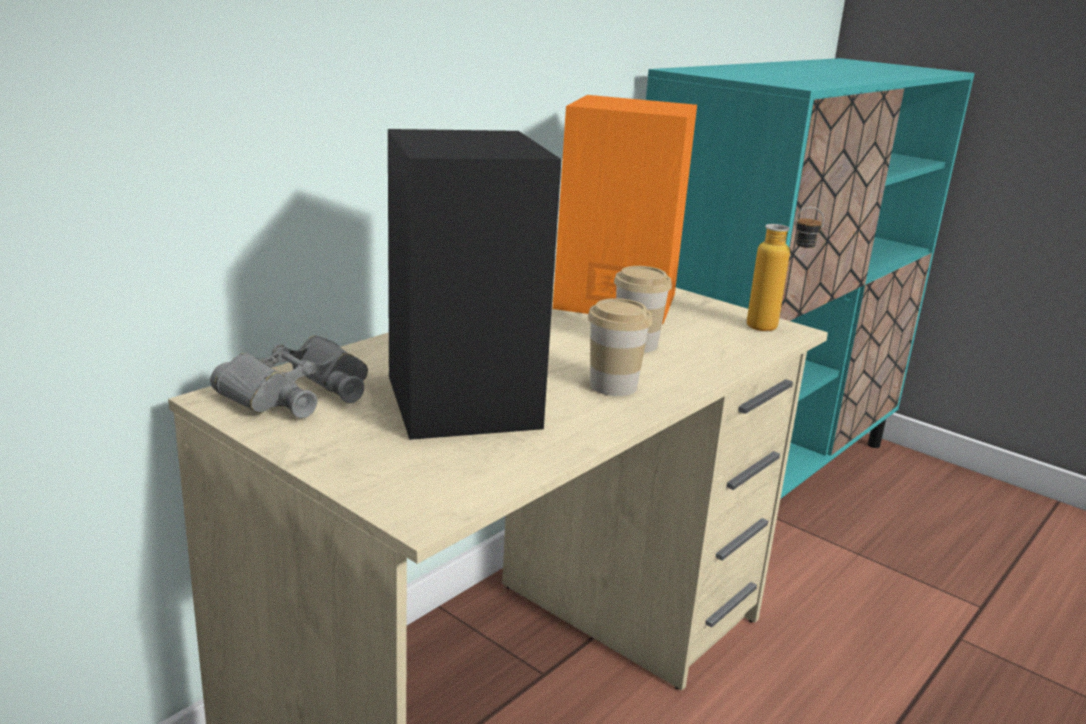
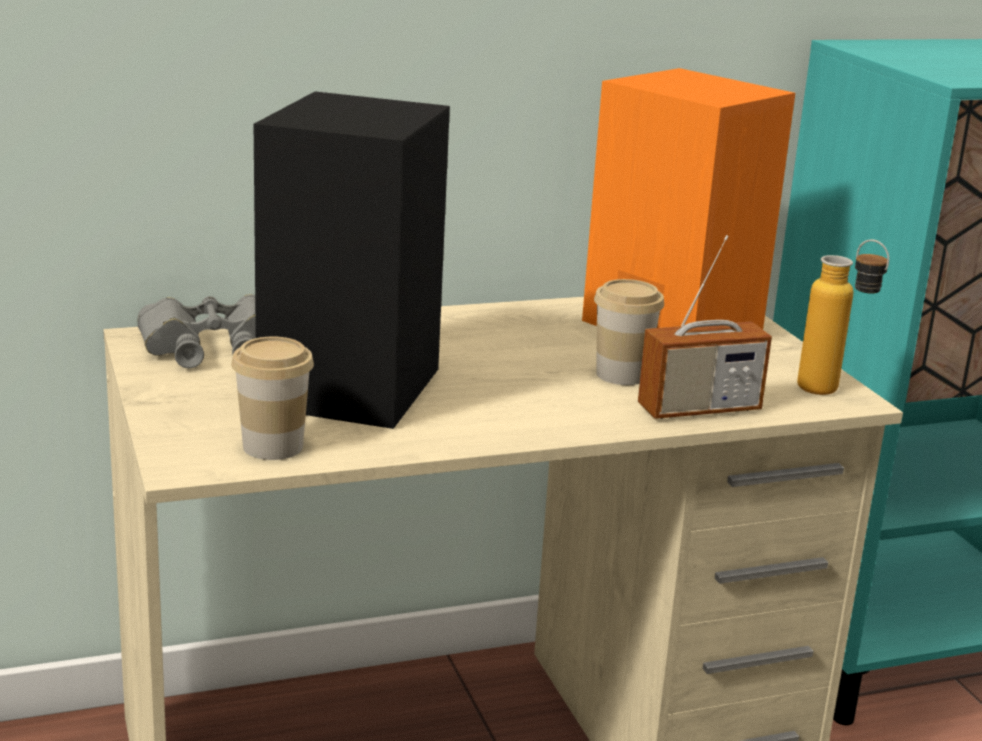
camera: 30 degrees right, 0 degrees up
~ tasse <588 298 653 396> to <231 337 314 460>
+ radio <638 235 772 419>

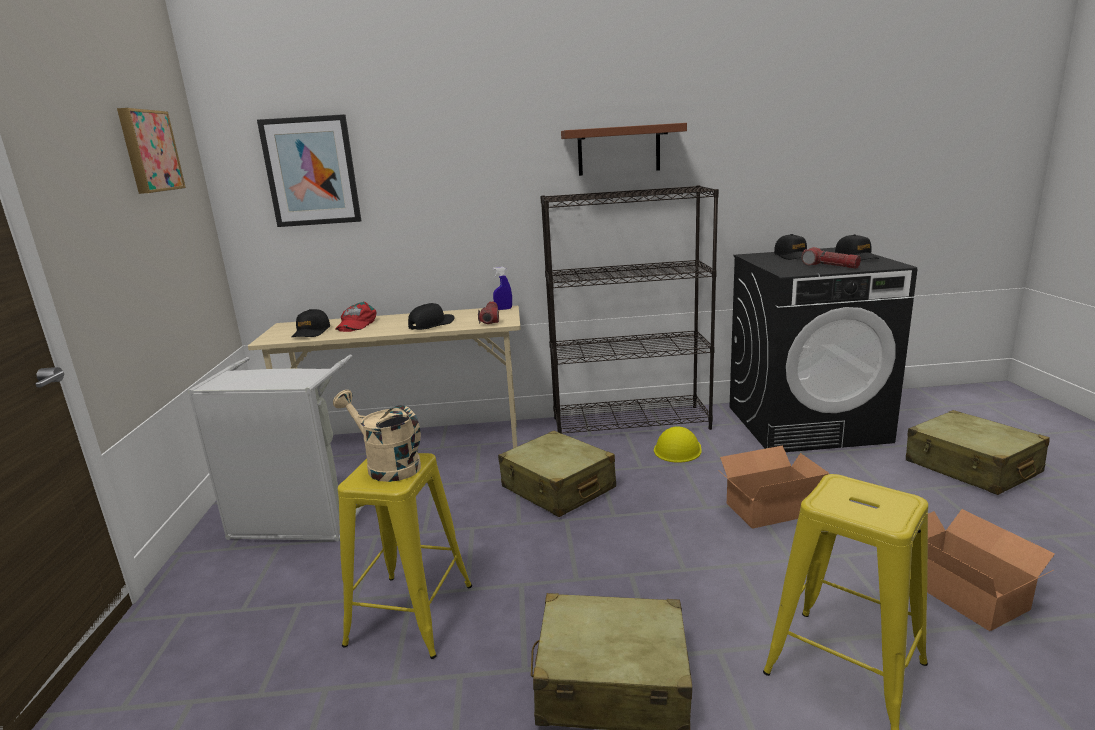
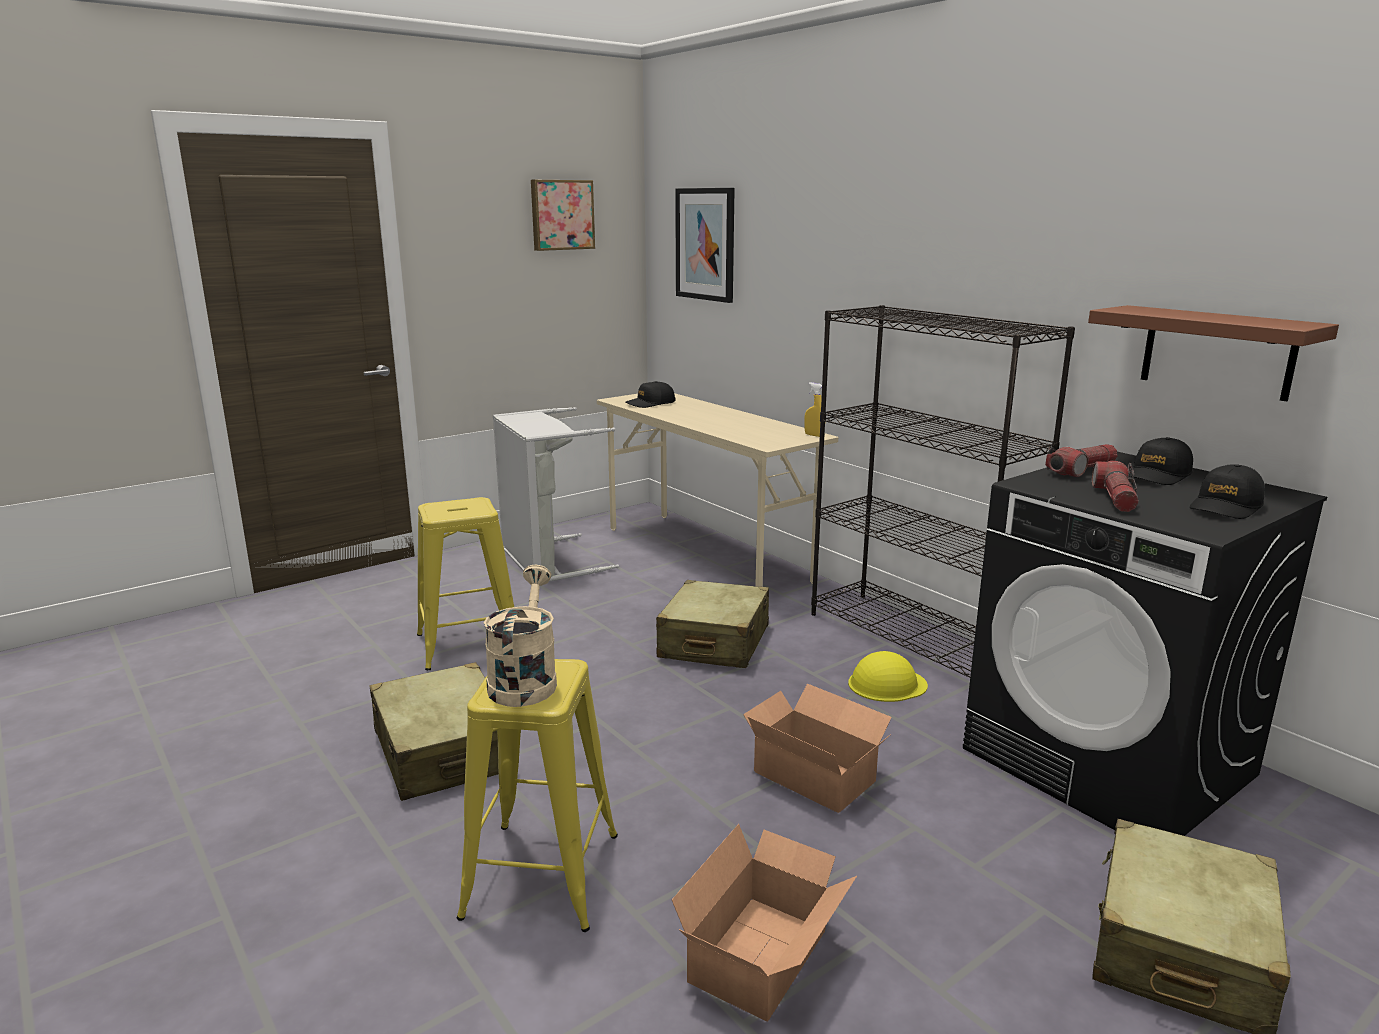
camera: 55 degrees right, 0 degrees up
~ arrosoir (beige) <333 390 421 482> to <484 565 557 707>
- casquette (rouge) <335 302 377 332>
- casquette (noir) <408 303 454 330>
~ lampe de poche <478 301 499 324> to <1045 444 1118 477>
~ vaporisateur (bleu) <493 267 512 310> to vaporisateur (jaune) <804 382 822 437>
~ étagère (marron) <561 123 687 176> to <1088 305 1339 401>

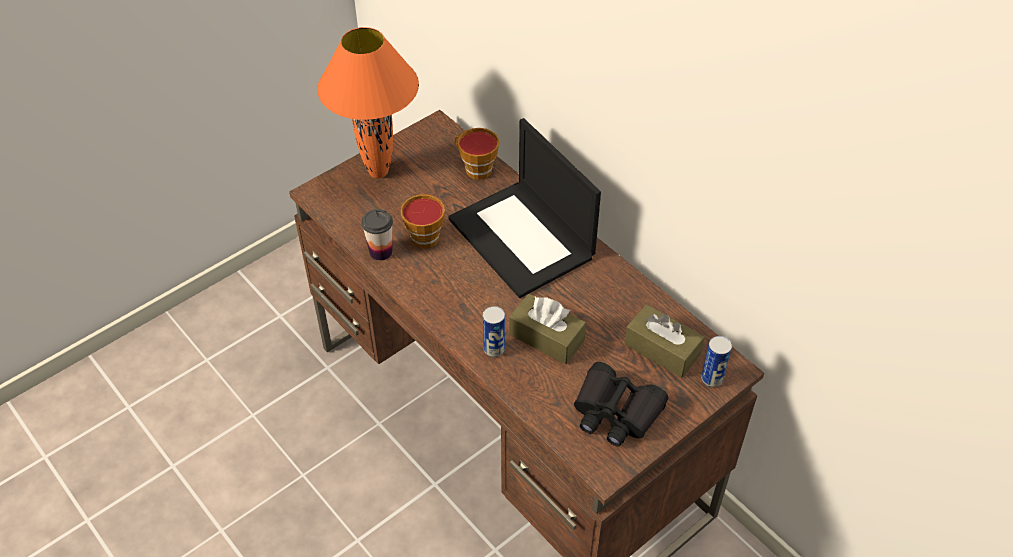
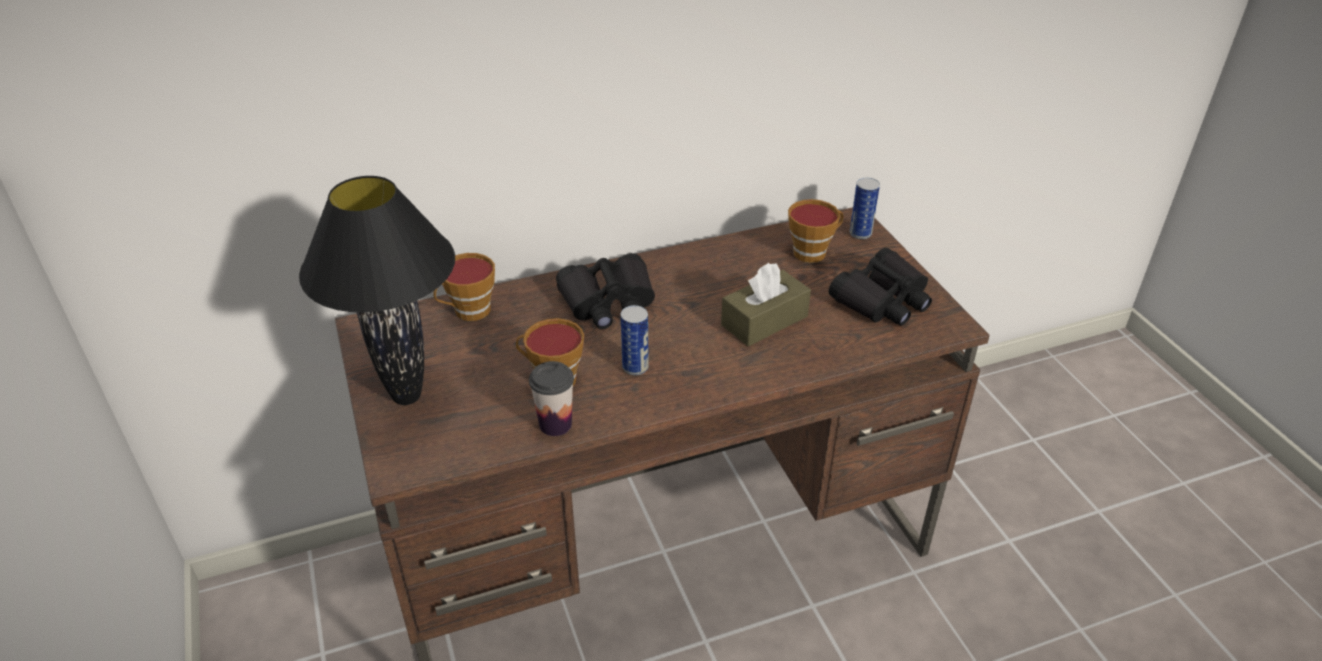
camera: 70 degrees left, 10 degrees down
~ lampe de table (orange) <317 27 419 178> to lampe de table (noir) <299 176 455 405>
~ ordinateur portable <448 118 601 298> to jumelles (noir) <556 253 655 329>
~ boîte métallique <483 306 505 357> to <621 305 649 375>
~ boîte à mouchoirs (marron) <624 304 705 378> to tasse <788 199 843 263>

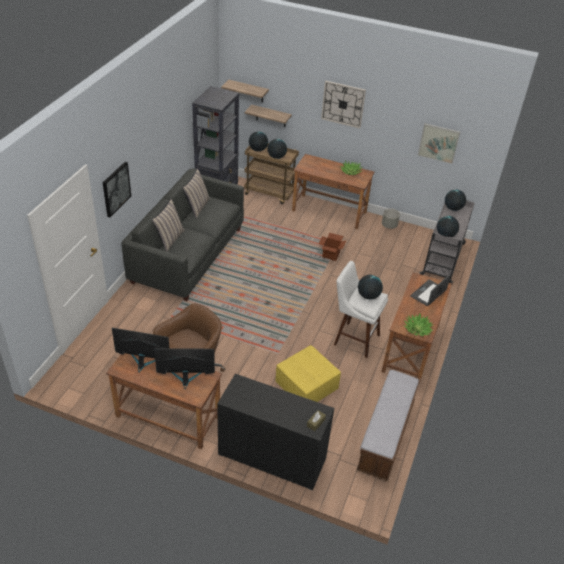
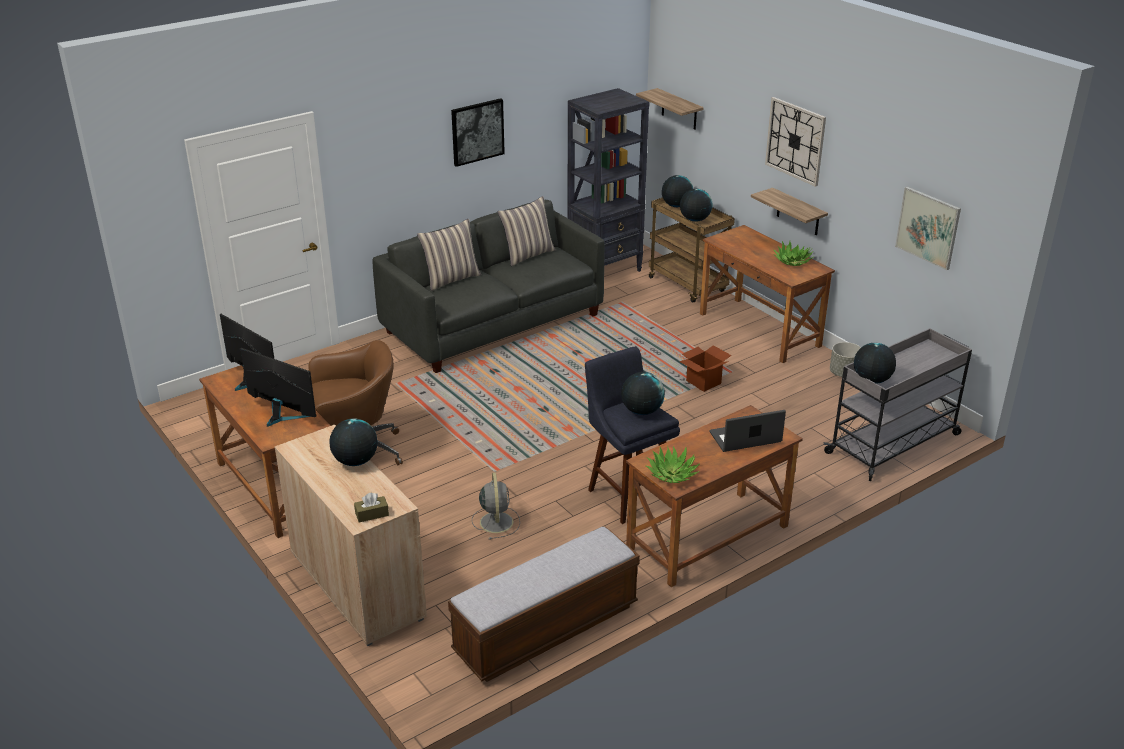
camera: 35 degrees right, 10 degrees down
~ tableau <103 162 131 217> to <451 98 505 167>
~ meuble de rangement (noir) <217 374 334 490> to meuble de rangement (beige) <274 425 427 646>
~ étagère <245 105 292 127> to <751 188 828 235>
~ boîte de rangement (jaune) <275 345 341 402> to ventilateur (gris) <472 472 520 540>
~ tabouret (blanc) <334 261 388 358> to tabouret (bleu) <585 347 680 524>
~ globe <445 190 466 211> to <329 418 378 466>

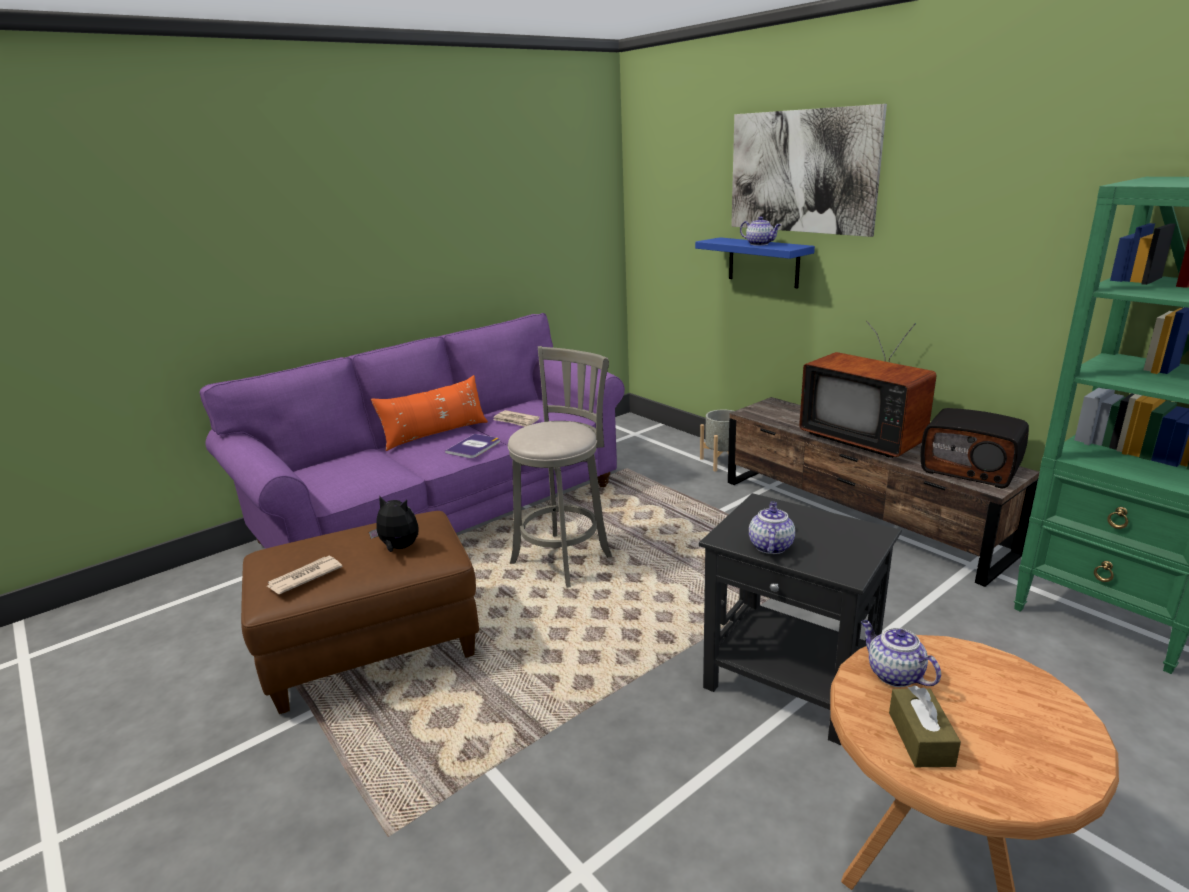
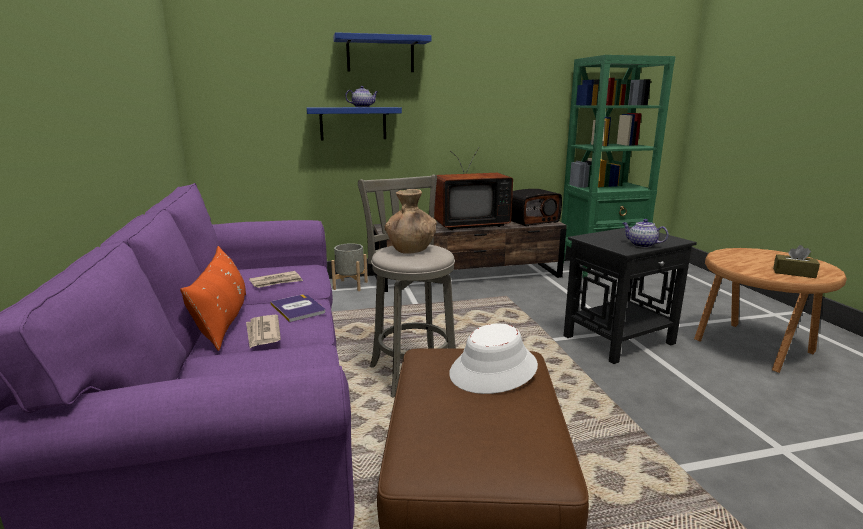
camera: 65 degrees left, 5 degrees down
~ journal <267 556 343 594> to <246 315 281 348>
~ peluche <369 496 419 552> to chapeau (blanc) <449 324 538 394>
~ tableau <731 104 887 237> to étagère (bleu) <333 32 432 72>
- théière <861 620 941 687>
+ vase (marron) <385 189 437 254>

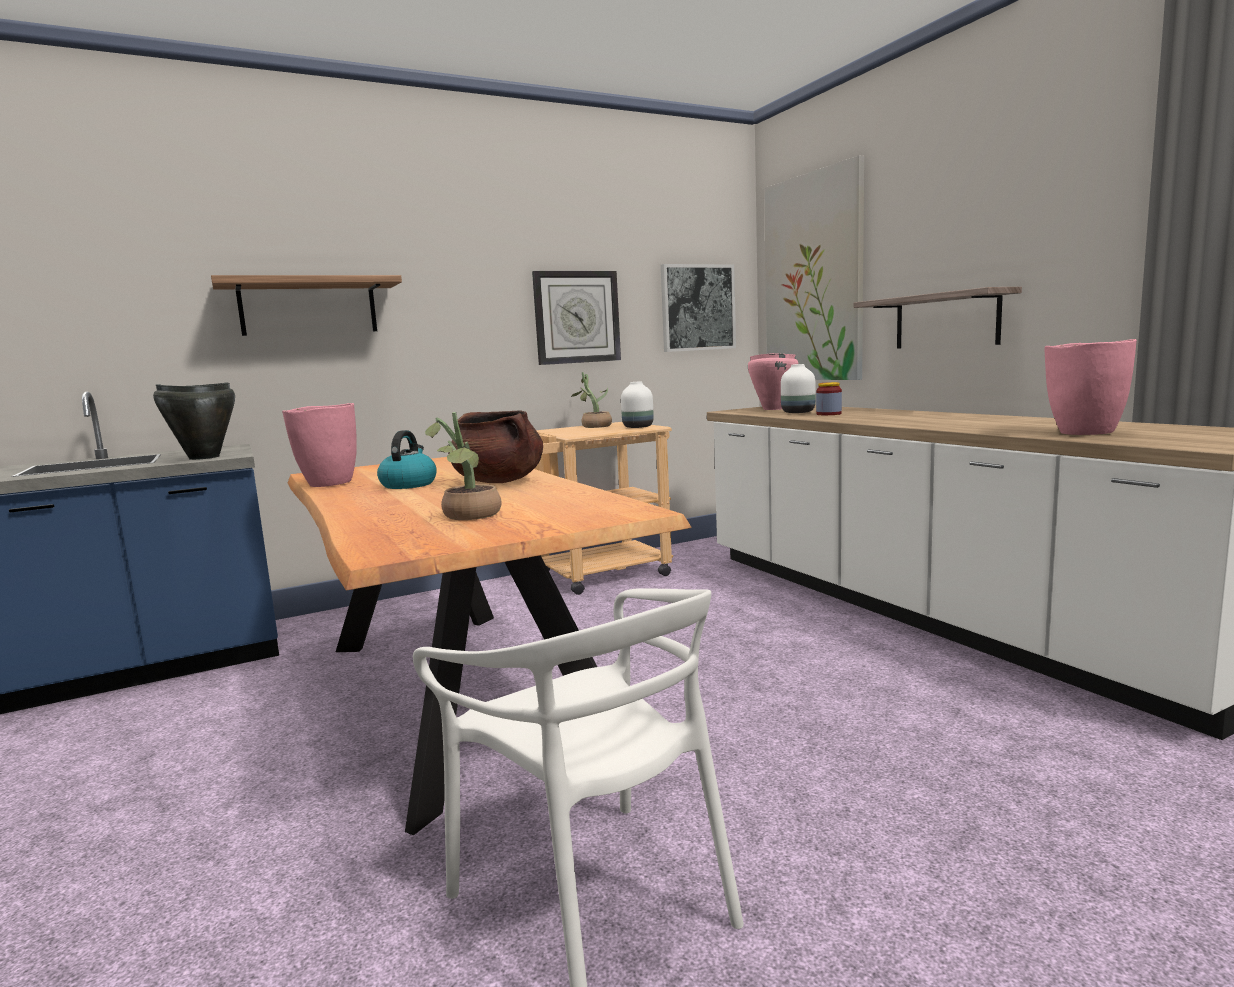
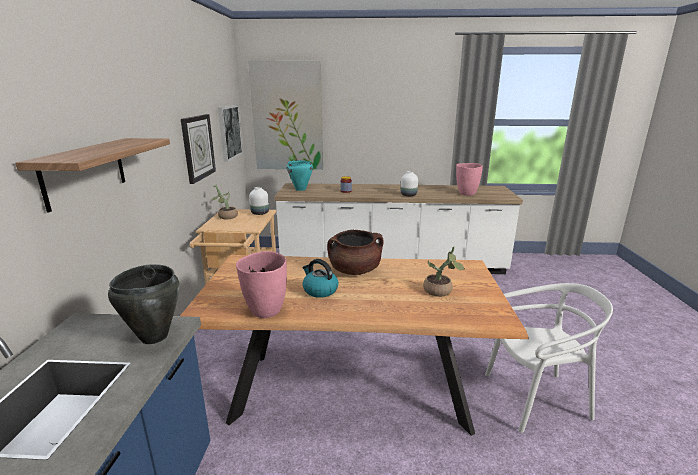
camera: 60 degrees left, 10 degrees up
~ marmite (rose) <748 353 799 410> to marmite (turquoise) <287 160 313 191>
~ vase (blanc) <781 364 816 413> to <401 171 418 196>
- étagère <853 287 1022 349>

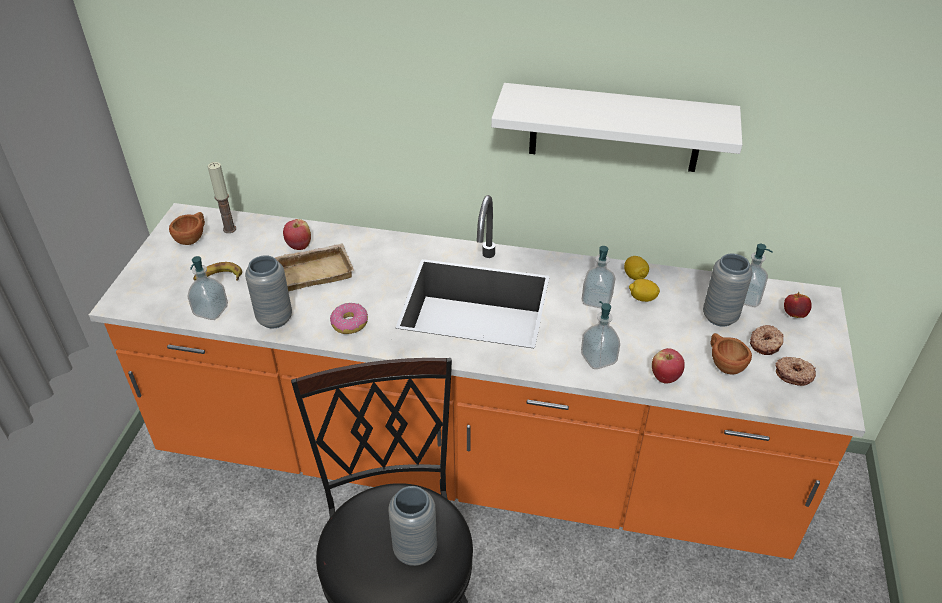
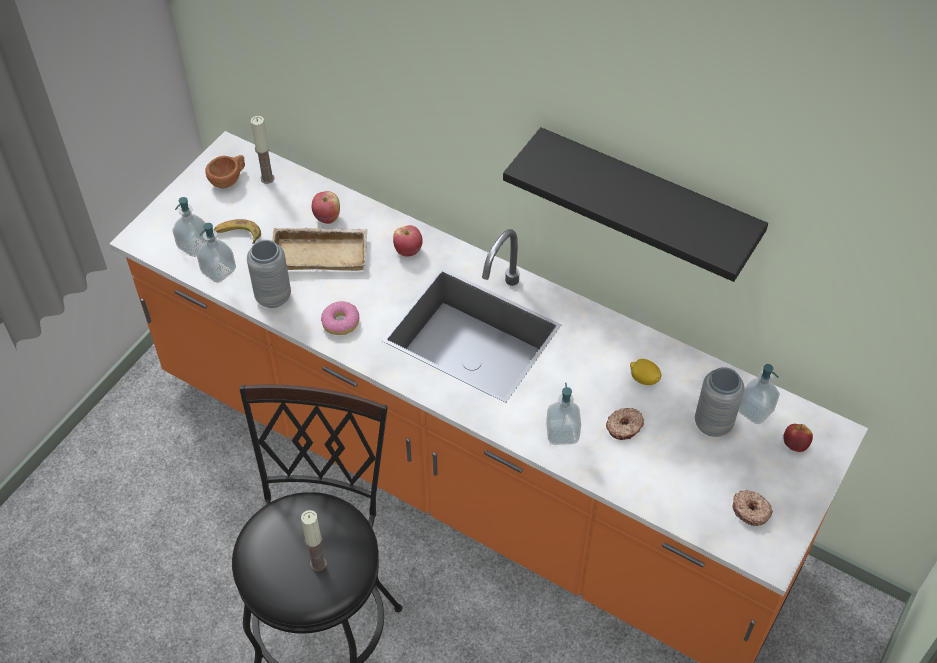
camera: 20 degrees right, 10 degrees up
~ vase (gris) <388 486 437 566> to bougie <301 510 327 572>
~ étagère (blanc) <491 83 742 172> to étagère (noir) <503 127 768 282>
~ distributeur de savon <582 246 615 309> to <172 197 207 257>
- citron <624 256 649 280>
~ pomme <652 348 685 384> to <393 225 423 256>
- tasse (marron) <710 333 752 375>
~ beignet <750 325 783 355> to <606 408 644 440>

